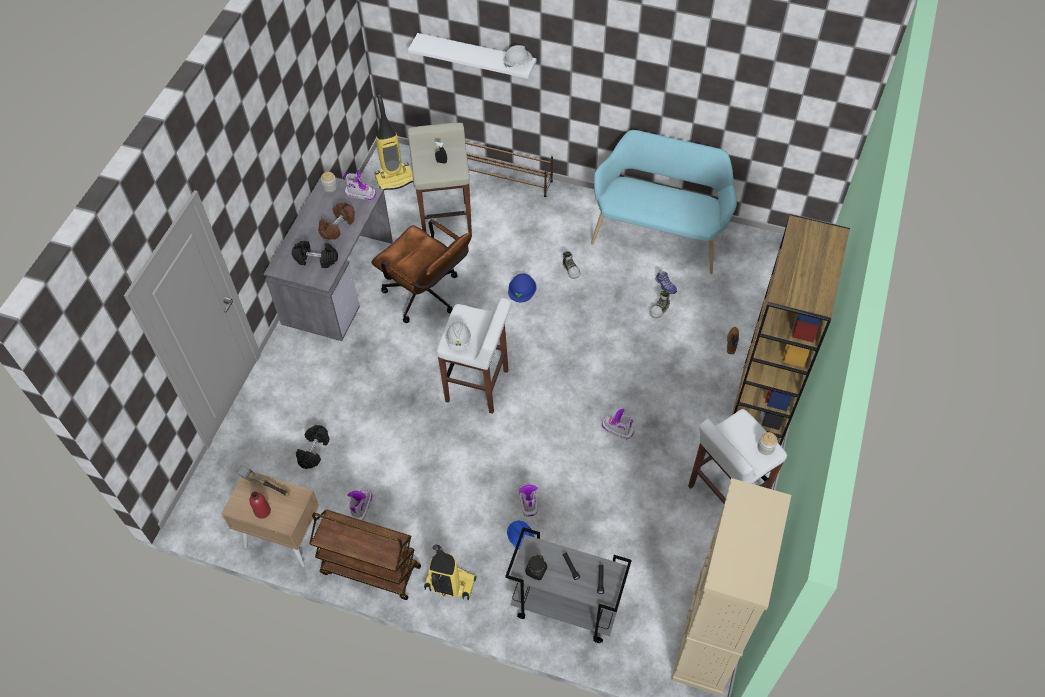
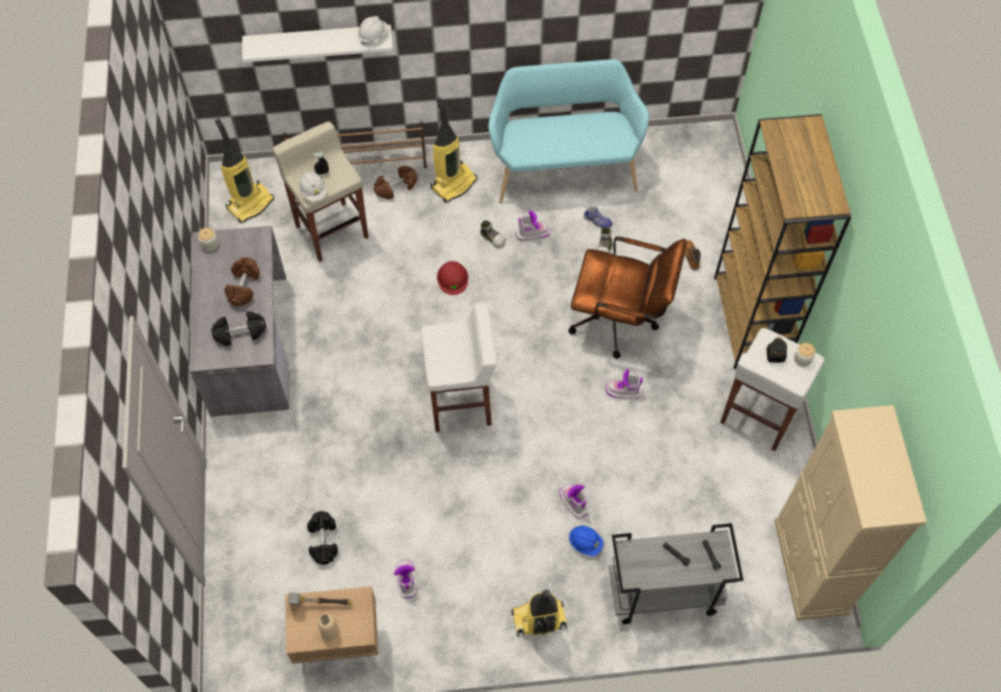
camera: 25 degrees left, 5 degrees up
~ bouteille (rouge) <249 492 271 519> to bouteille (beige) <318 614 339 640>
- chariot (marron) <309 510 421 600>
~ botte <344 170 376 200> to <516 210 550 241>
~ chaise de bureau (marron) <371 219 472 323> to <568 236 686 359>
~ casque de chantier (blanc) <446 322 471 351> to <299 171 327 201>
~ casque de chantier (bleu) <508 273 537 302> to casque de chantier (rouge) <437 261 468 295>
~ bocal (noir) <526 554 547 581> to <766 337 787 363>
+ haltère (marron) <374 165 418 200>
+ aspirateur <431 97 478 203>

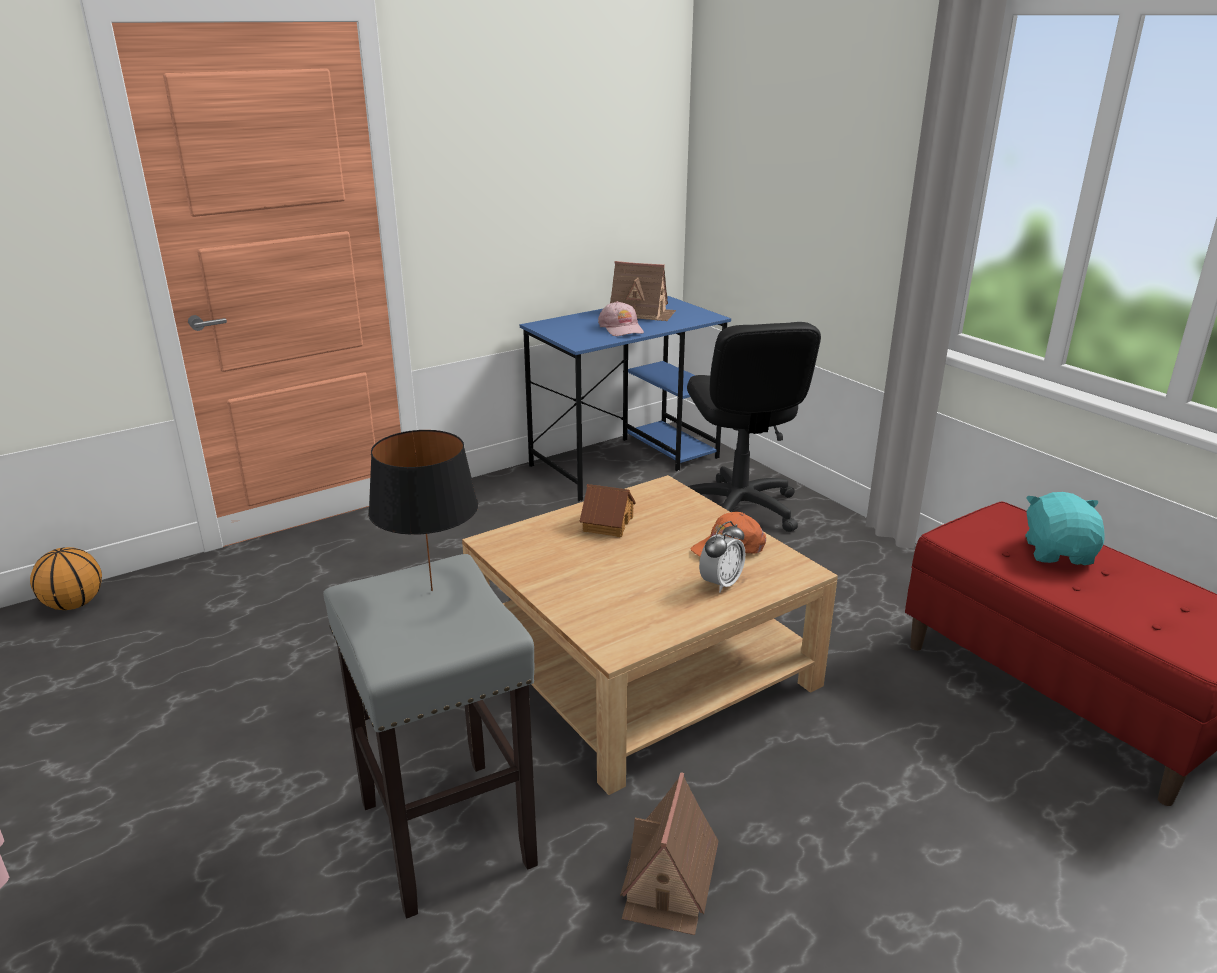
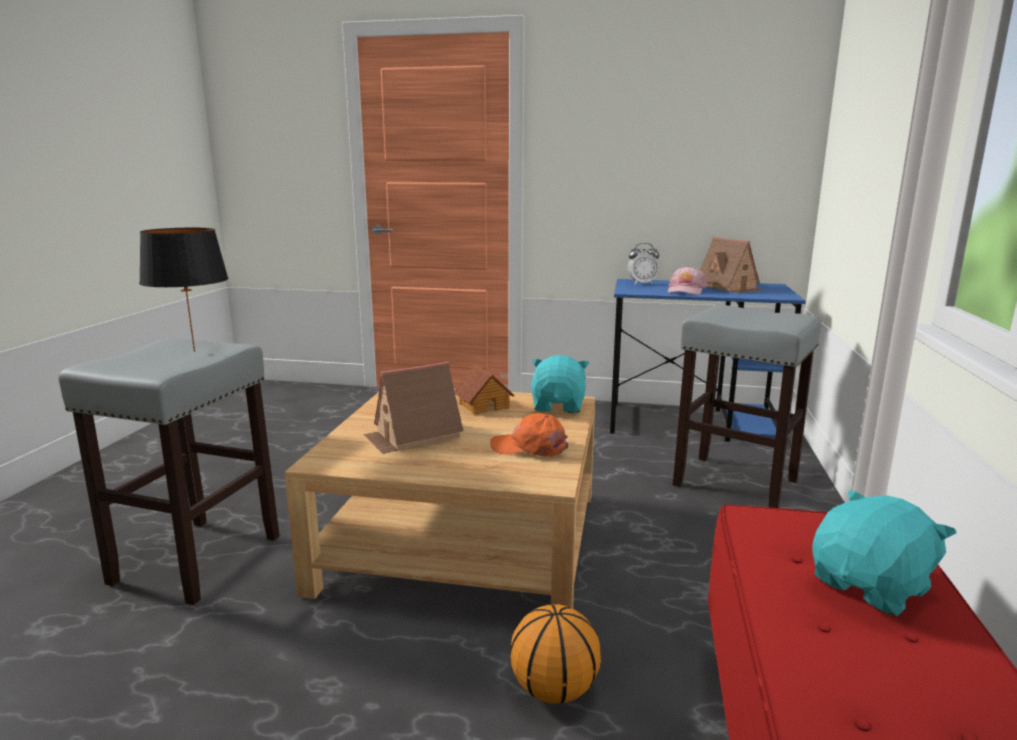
camera: 45 degrees right, 10 degrees down
~ ballon de basket <30 547 102 610> to <510 604 601 704>
~ maison miniature <620 772 718 935> to <363 361 463 454>
~ chaise de bureau (noir) <687 322 821 532> to tabouret (gris) <673 305 821 508>
~ réveil <699 521 746 593> to <627 243 659 285>
+ peluche (turquoise) <531 355 589 413>

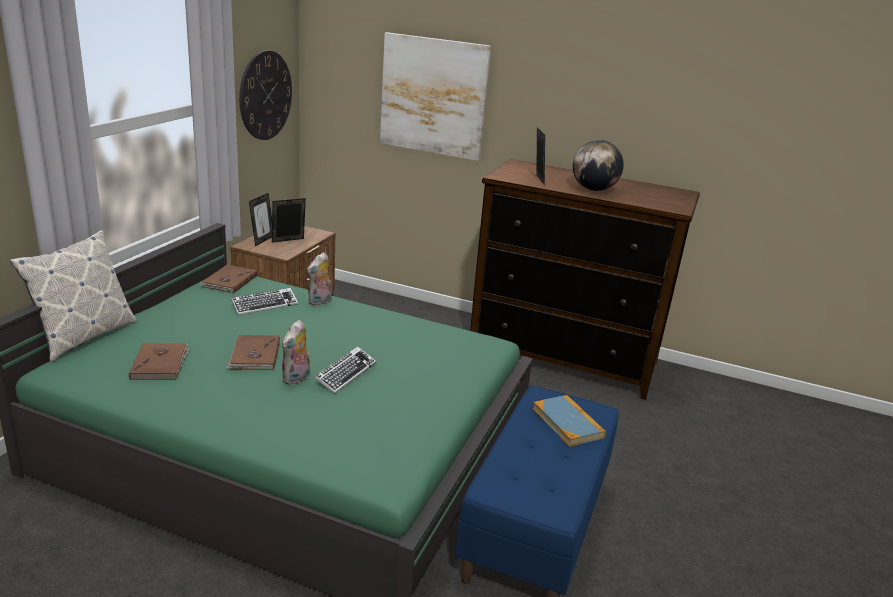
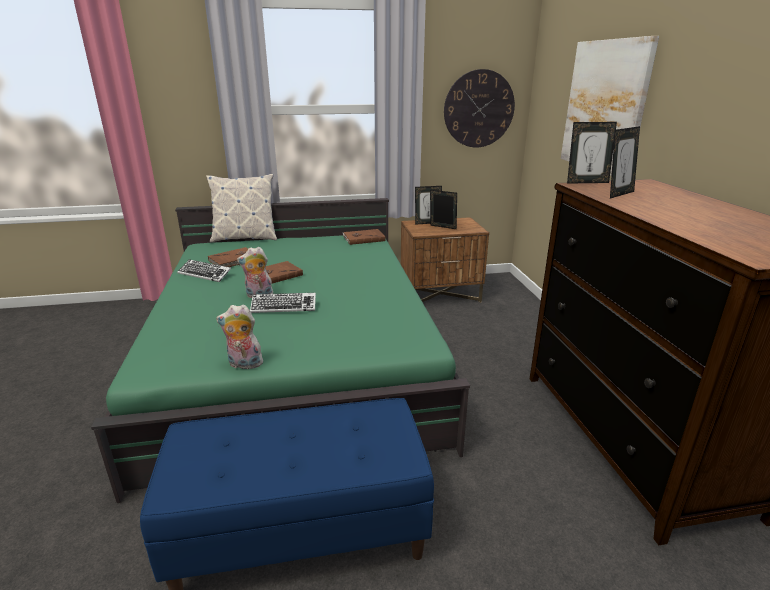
camera: 60 degrees right, 0 degrees up
~ clavier <231 288 298 315> to <177 259 231 282>
~ peluche <307 252 332 305> to <216 305 267 369>
- livre <533 395 606 447>
- globe <573 140 624 191>
+ cadre photo <567 122 617 184>

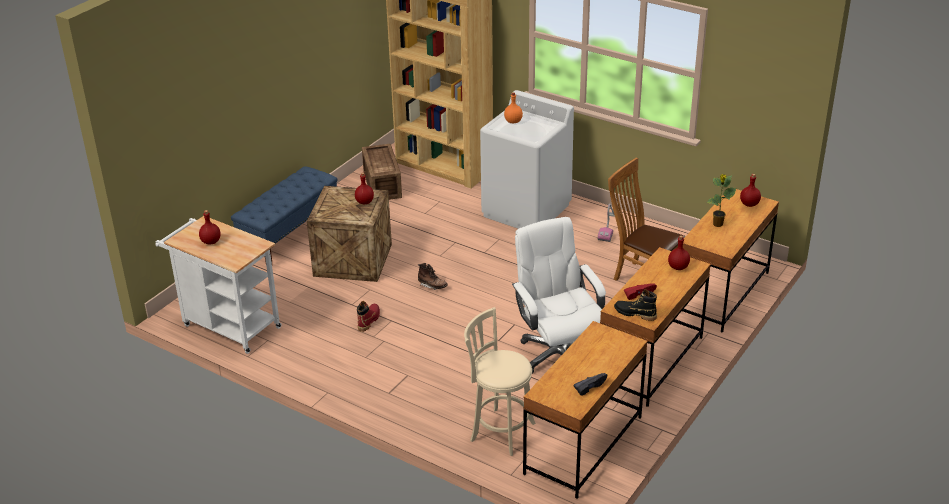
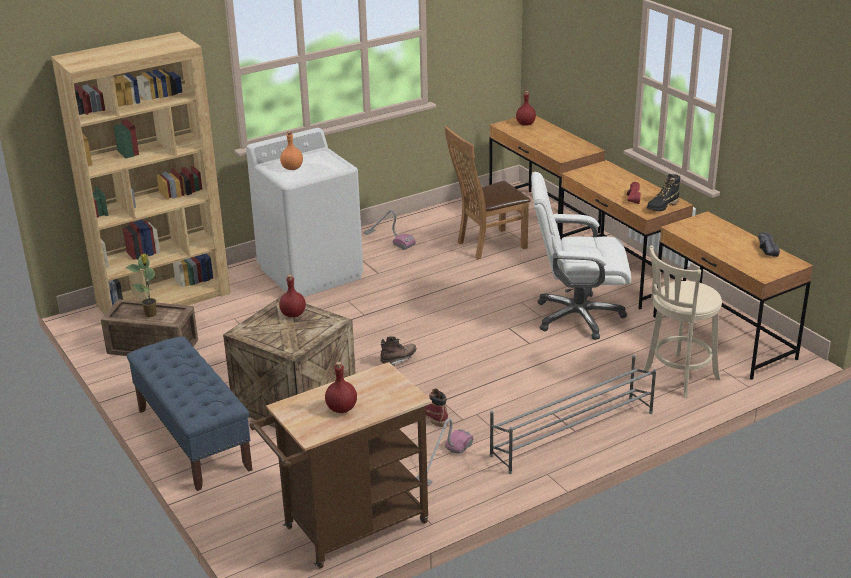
camera: 65 degrees left, 5 degrees down
~ chariot (blanc) <155 216 281 354> to chariot (marron) <250 362 432 568>
- bouteille (rouge) <668 236 690 270>
~ plante en pot <706 174 736 227> to <126 254 161 317>
+ aspirateur <416 418 473 486>
+ étagère à chaussures (gris) <490 355 656 474>

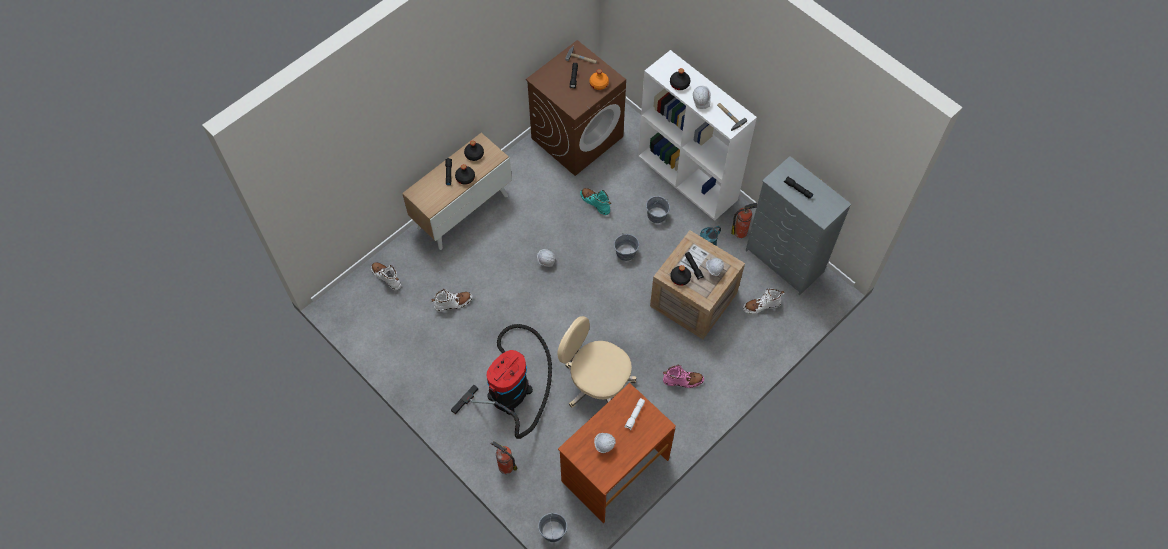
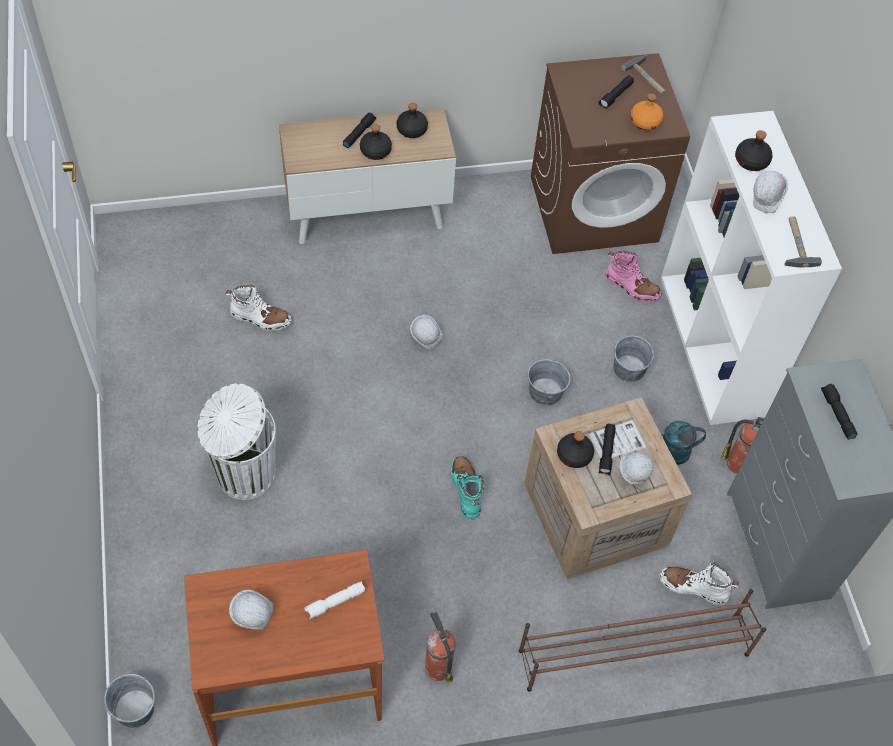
camera: 30 degrees right, 5 degrees down
- botte (blanc) <371 262 401 291>
~ aspirateur <451 324 552 439> to poubelle (blanc) <197 383 276 500>
~ extincteur <490 441 517 474> to <425 612 456 683>
- chaise de bureau (beige) <557 316 636 408>
~ botte (turquoise) <580 188 611 215> to <450 456 484 519>
~ botte (rose) <663 365 704 388> to <605 251 661 302>
+ étagère à chaussures (marron) <519 589 766 692>

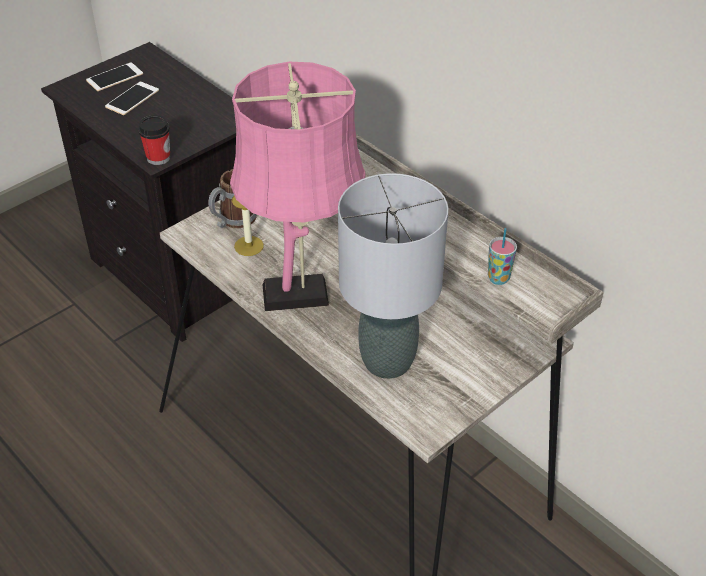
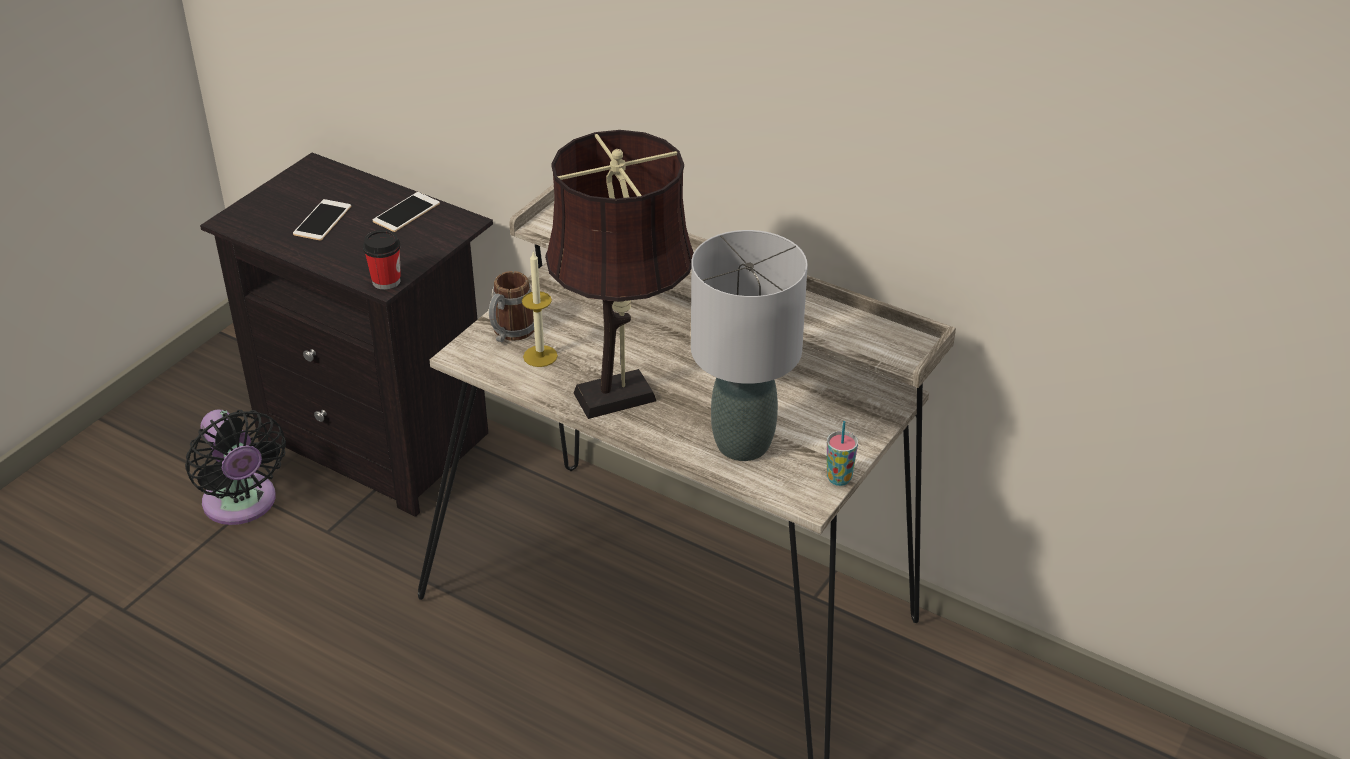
camera: 15 degrees left, 5 degrees down
~ téléphone <86 62 143 91> to <373 192 440 232>
~ lampe de table (rose) <230 62 366 311> to lampe de table (marron) <545 130 694 419>
~ tasse <488 228 517 285> to <827 421 858 486>
+ ventilateur (noir) <185 410 286 525>

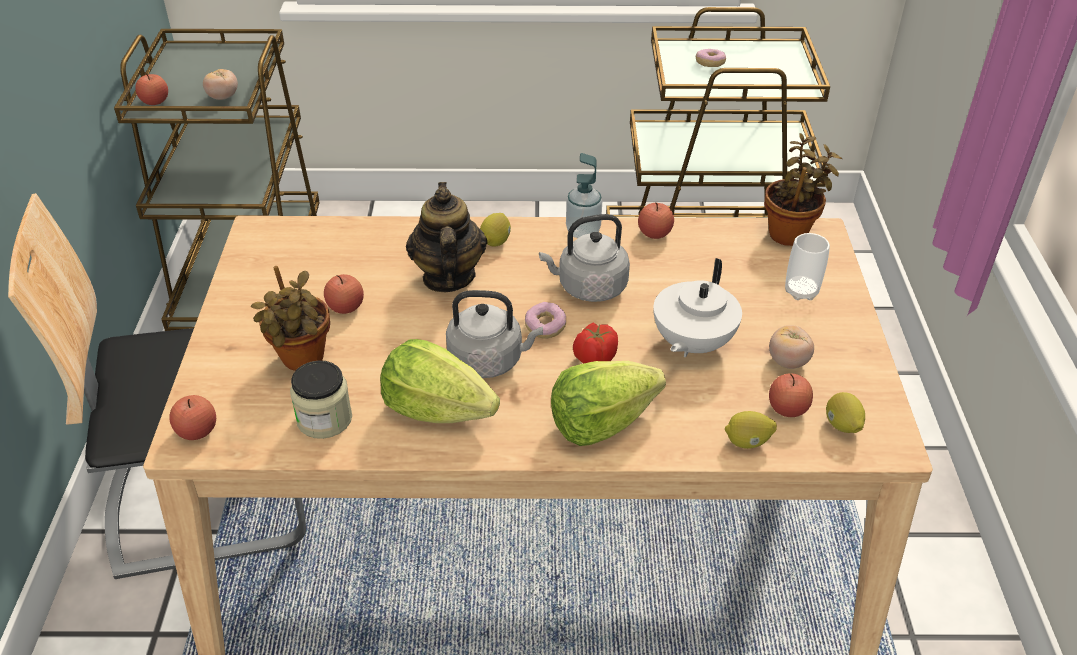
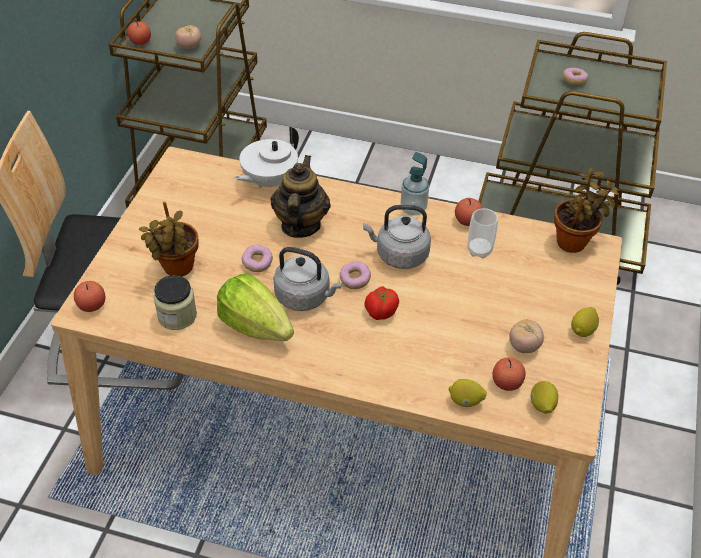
camera: 15 degrees right, 5 degrees up
- pomme <324 274 364 314>
~ citron <480 213 511 247> to <571 307 599 337>
- laitue <551 361 666 446>
~ théière (blanc) <653 258 742 358> to <234 126 299 188>
~ tasse <785 233 830 300> to <467 208 498 258>
+ beignet <242 244 273 272>

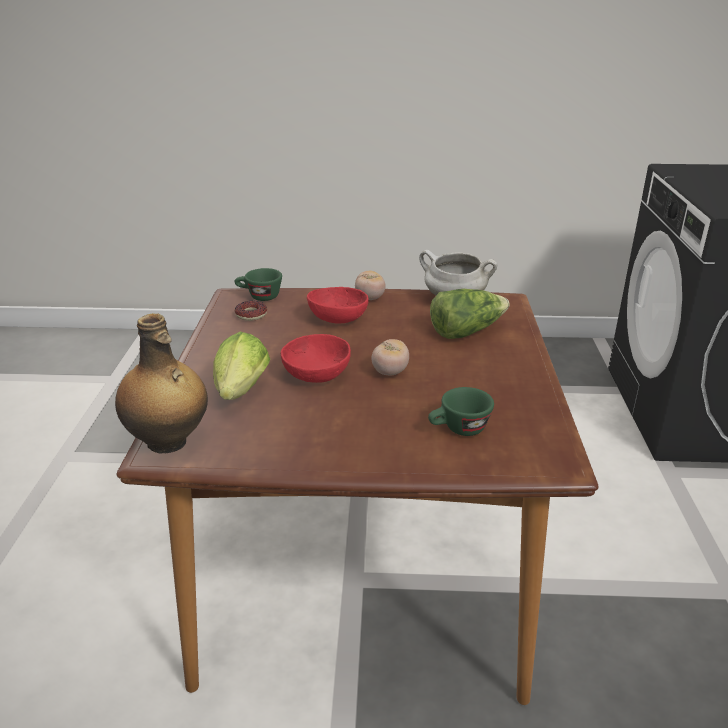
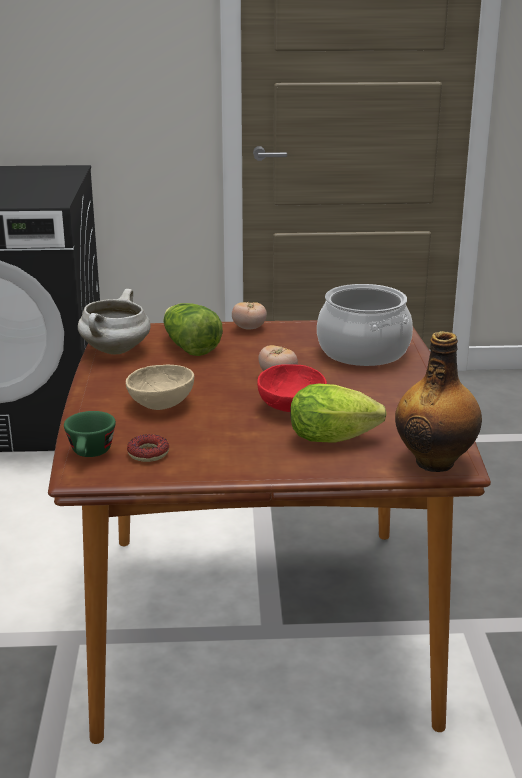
camera: 95 degrees left, 5 degrees down
~ bol (rouge) <307 287 369 323> to bol (beige) <126 365 194 410>
~ tomate <355 271 386 300> to <232 302 267 330>
~ tasse (vert) <428 387 494 436> to marmite <317 284 413 366>

